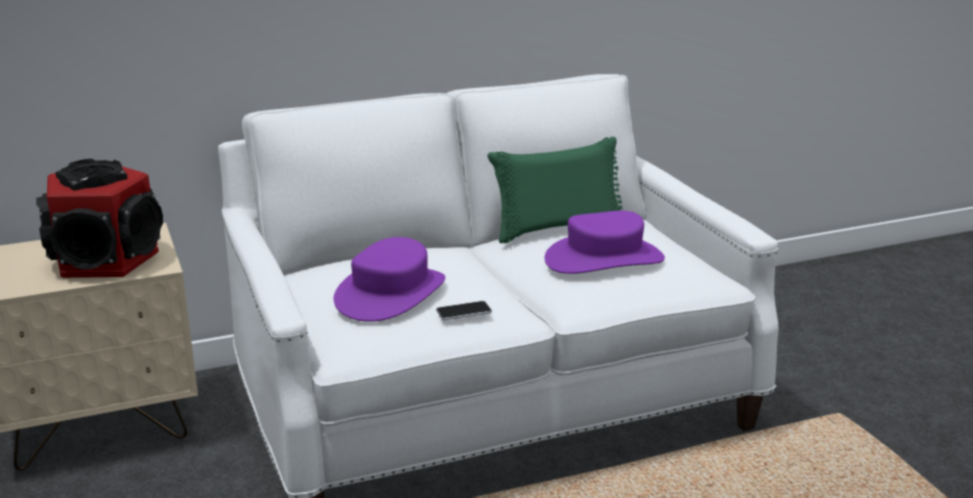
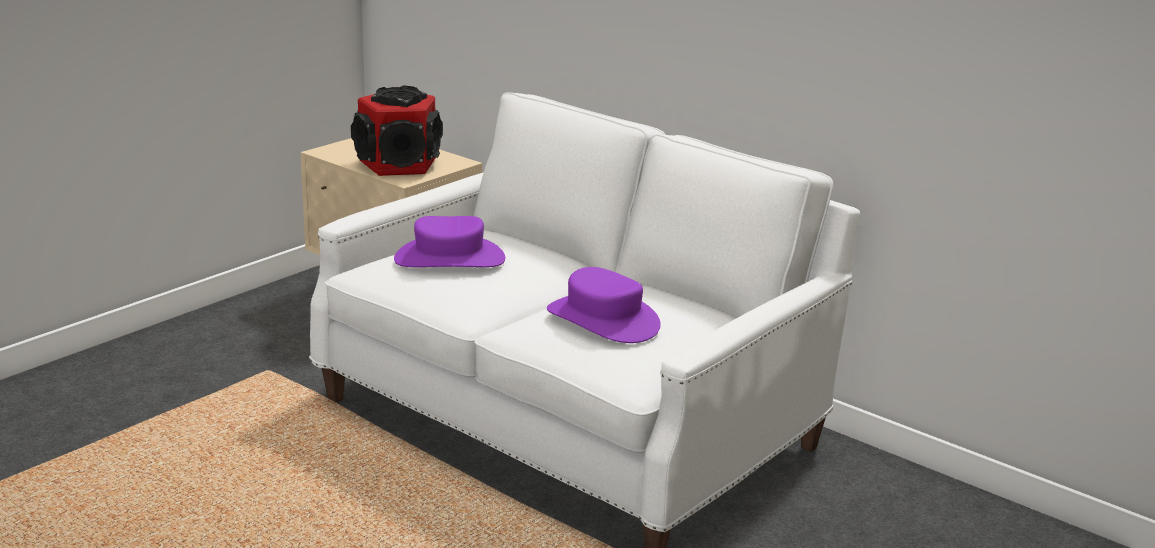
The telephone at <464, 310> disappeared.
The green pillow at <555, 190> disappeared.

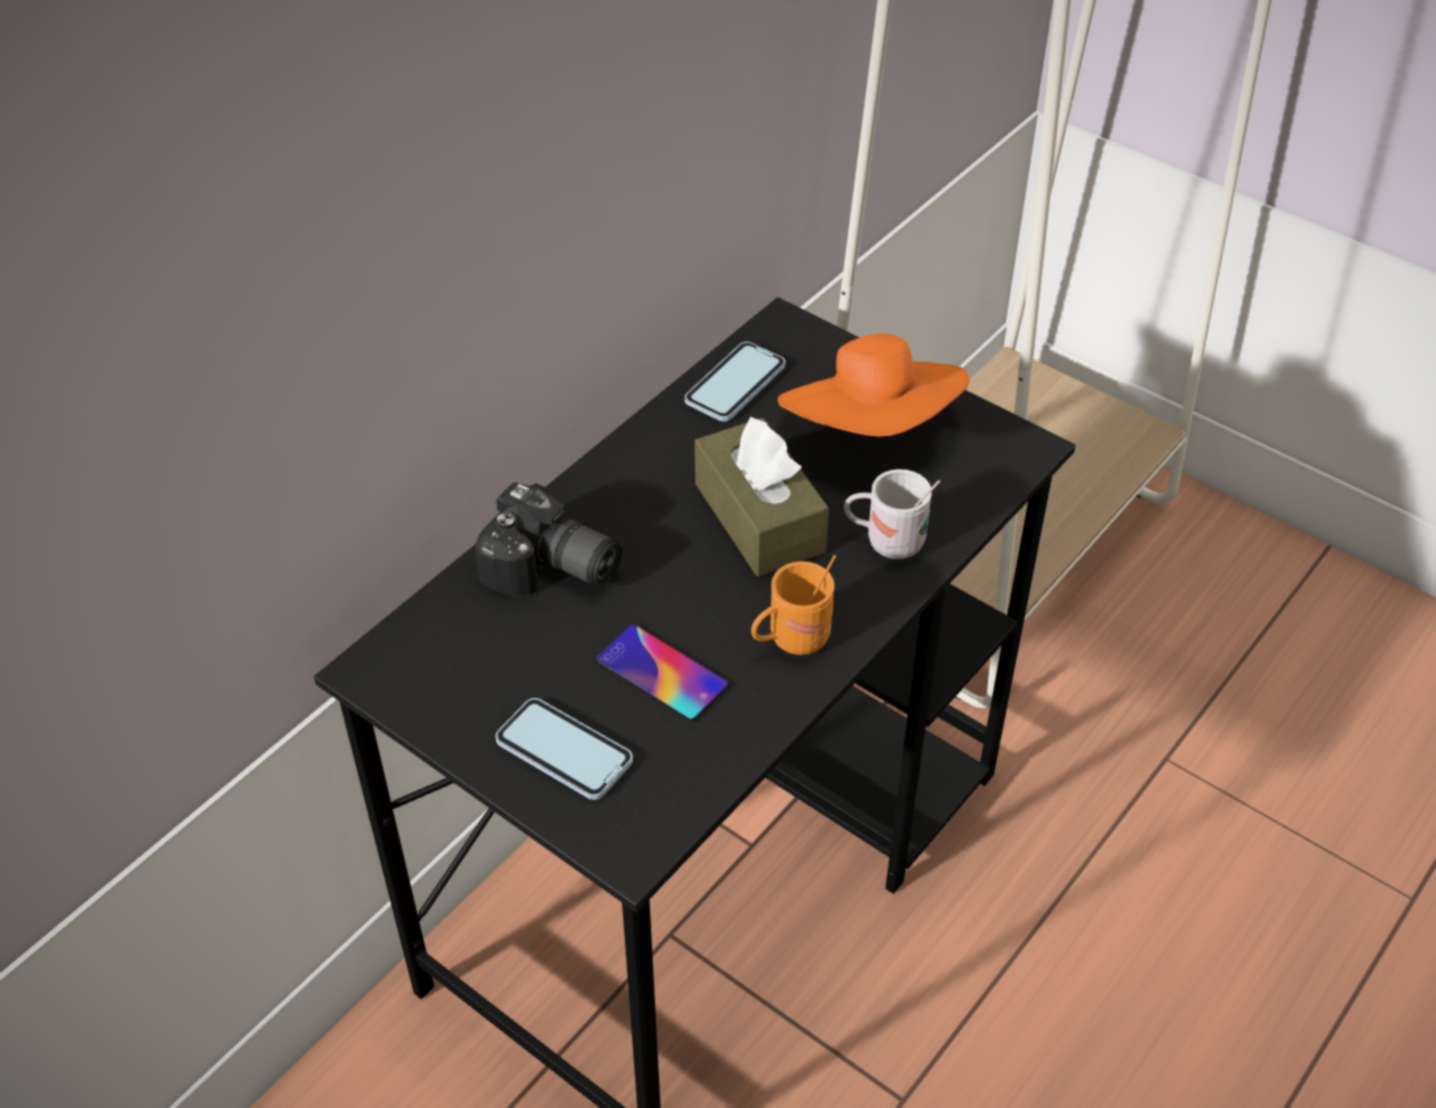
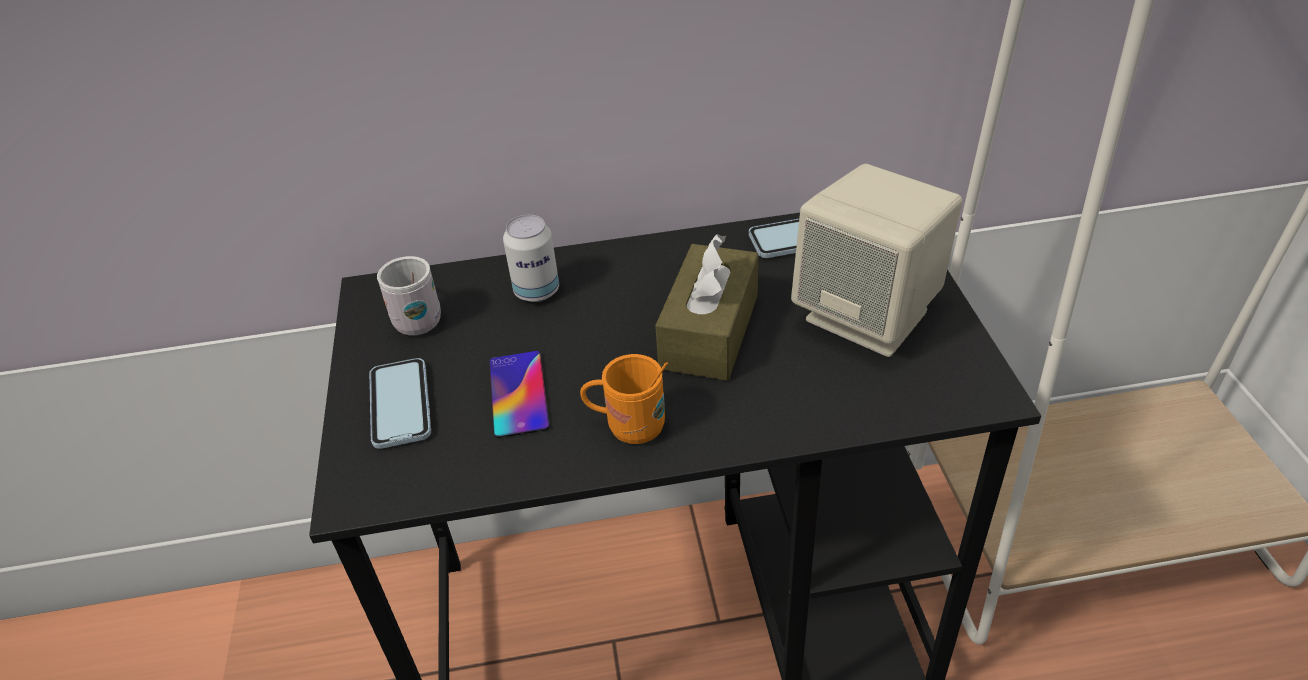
The photo camera at <548, 539> was replaced by the metal can at <531, 258>.
The orangey hat at <873, 384> was replaced by the beige-coloured audio speaker at <876, 260>.
The white tea mug moved from <892, 514> to <409, 295>.

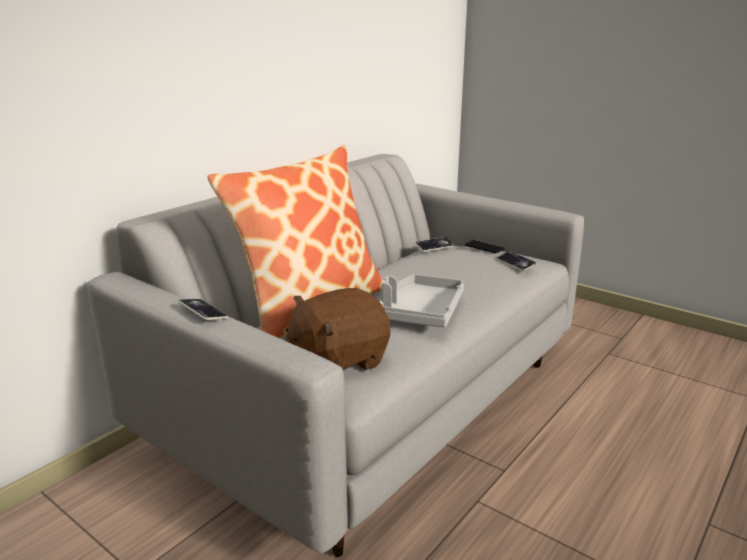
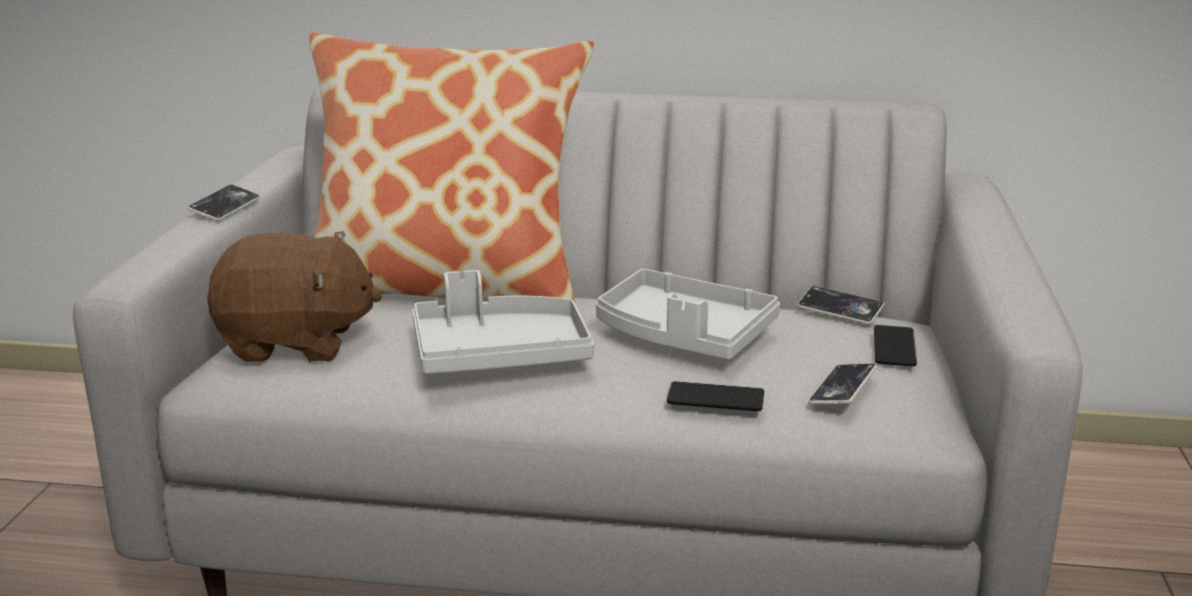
The brown plush toy at <338, 329> turned 150 degrees clockwise.
The gray tray at <688, 314> appeared.
The telephone at <715, 396> appeared.

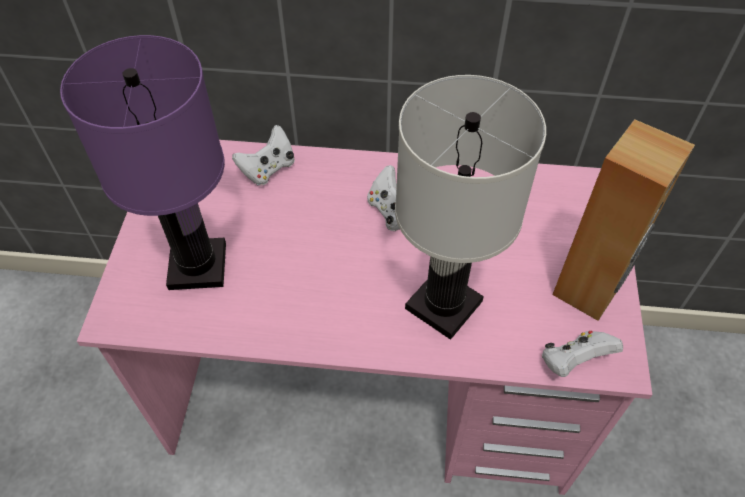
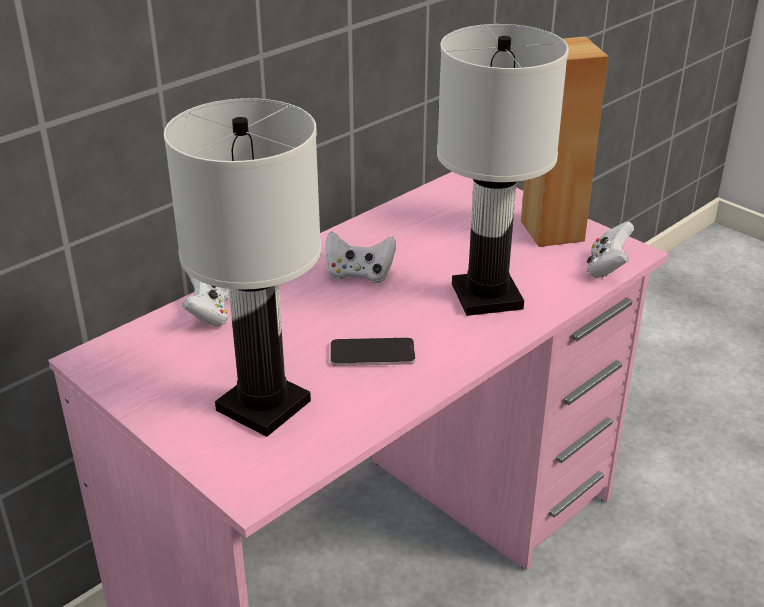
The purple lamp for a table at <143, 162> became the white lamp for a table at <242, 267>.
The telephone at <373, 351> appeared.

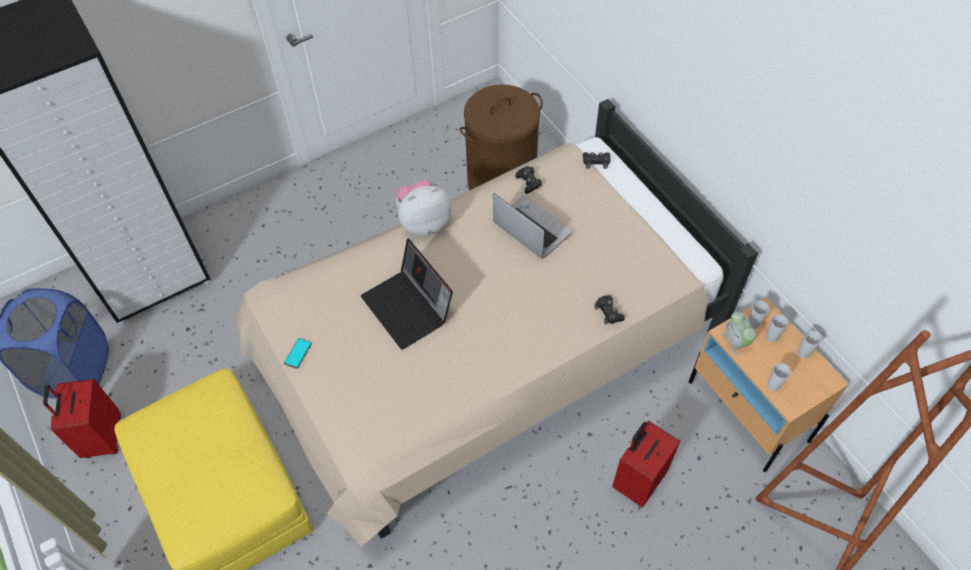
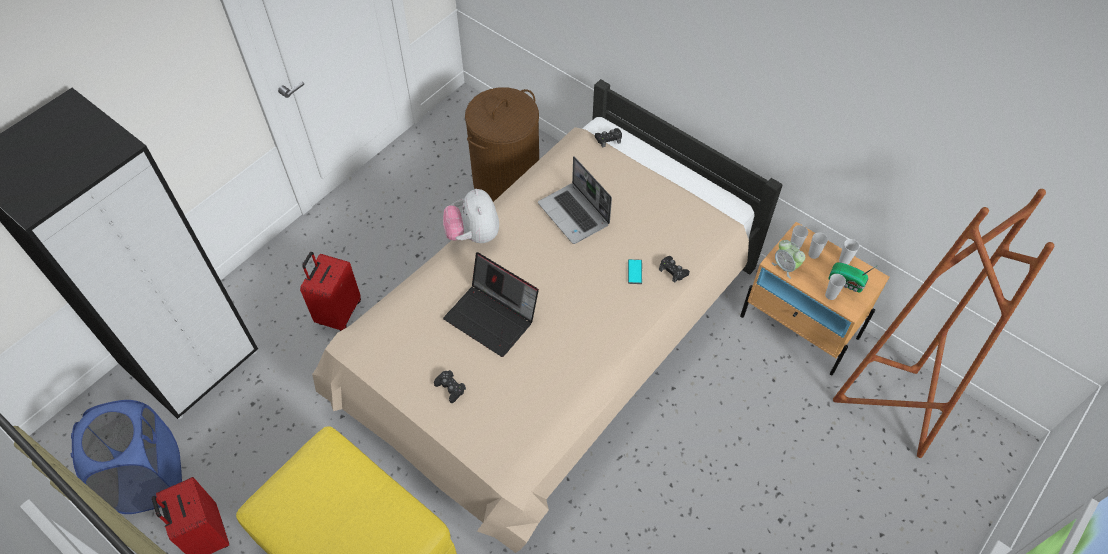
The telephone moved from <298, 353> to <635, 271>.
The plush toy at <423, 207> turned 60 degrees counterclockwise.
The laptop at <533, 225> turned 150 degrees counterclockwise.
The black gamepad moved from <529, 180> to <450, 386>.
The reddish travel case moved from <646, 464> to <330, 291>.
The radio receiver at <853, 277> appeared.

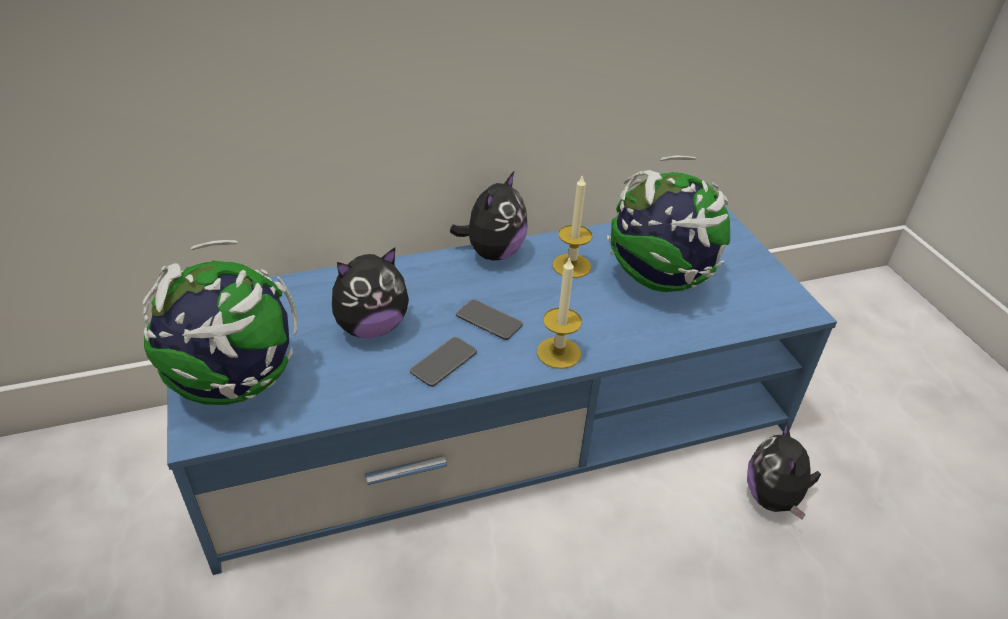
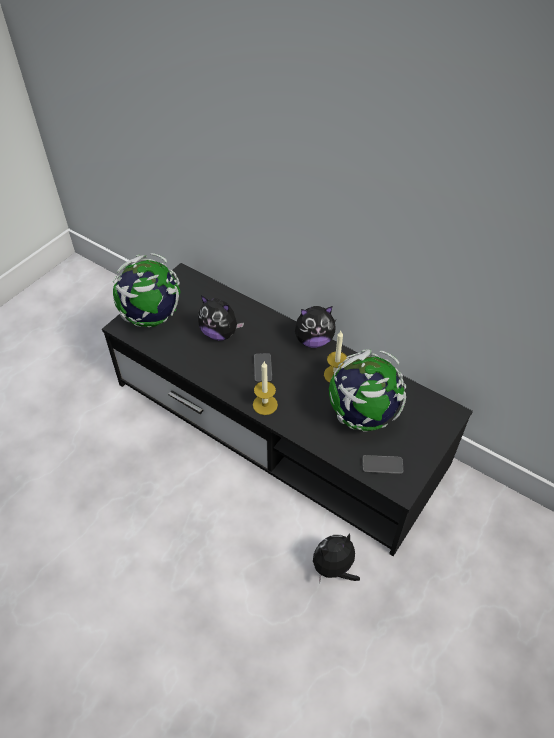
The bluish tv unit at <502, 390> became the black tv unit at <287, 409>.
The telephone moved from <443, 361> to <383, 464>.

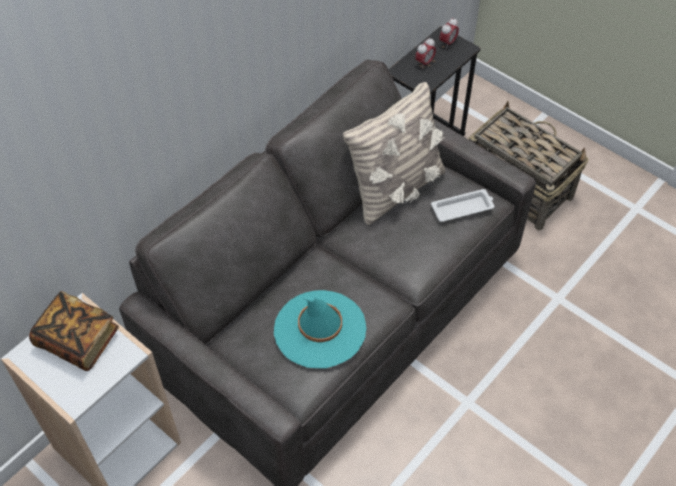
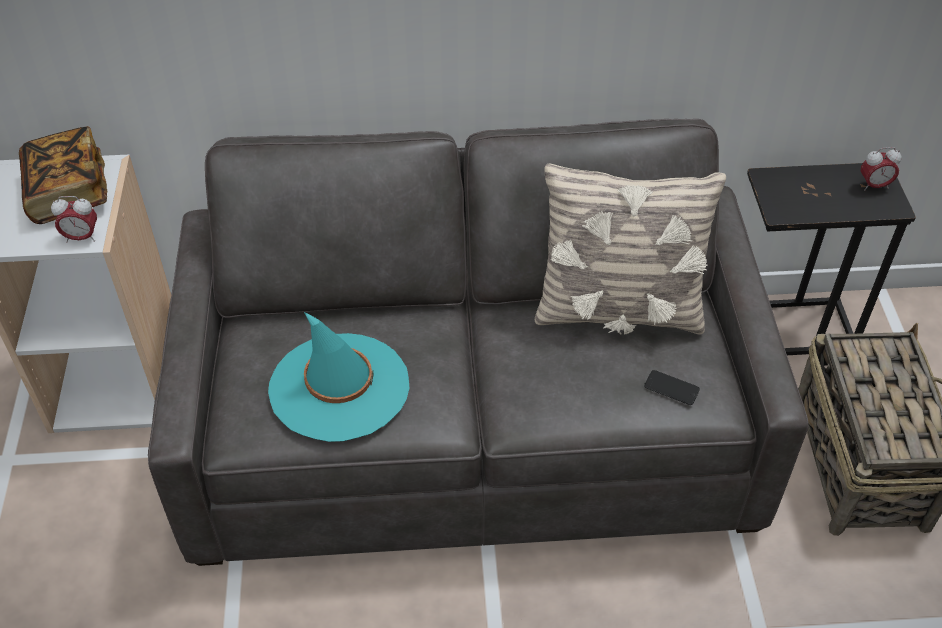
The bedside clock moved from <425, 53> to <74, 219>.
The white tray at <462, 205> was replaced by the telephone at <672, 387>.

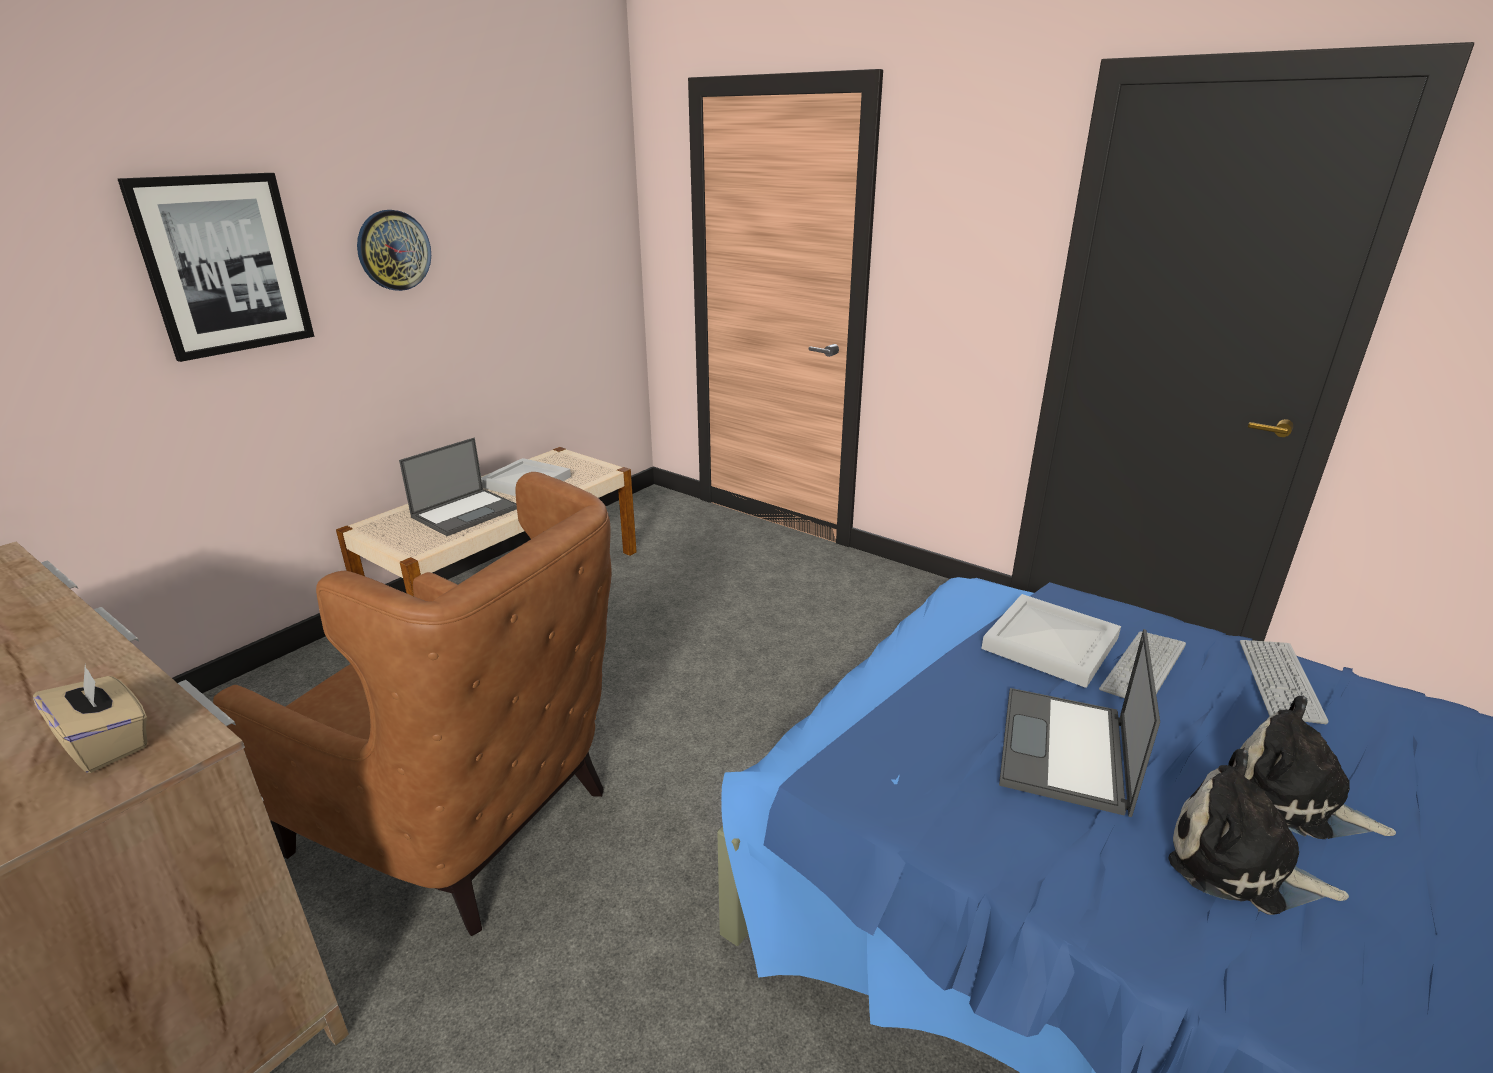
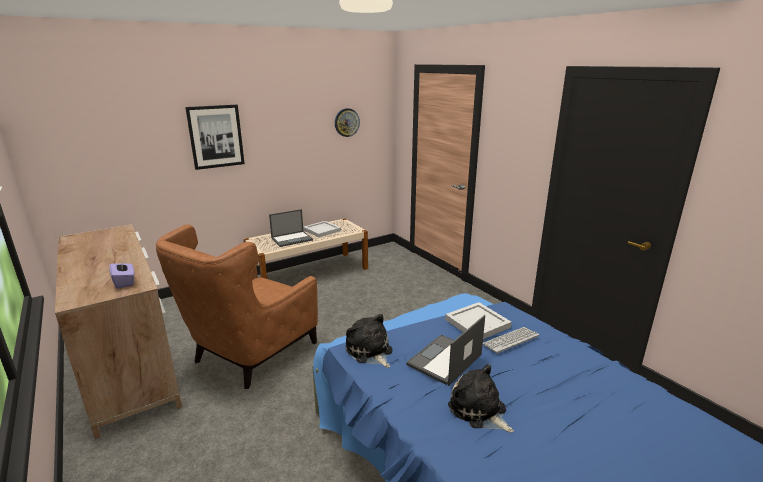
The beige-coloured tissue holder at <90, 719> became the purple tissue holder at <122, 275>.
The brown easy chair at <412, 704> turned 75 degrees clockwise.
The wall clock moved from <394, 250> to <347, 122>.
The PC keyboard at <1284, 682> disappeared.
The plush toy moved from <1318, 767> to <369, 341>.

